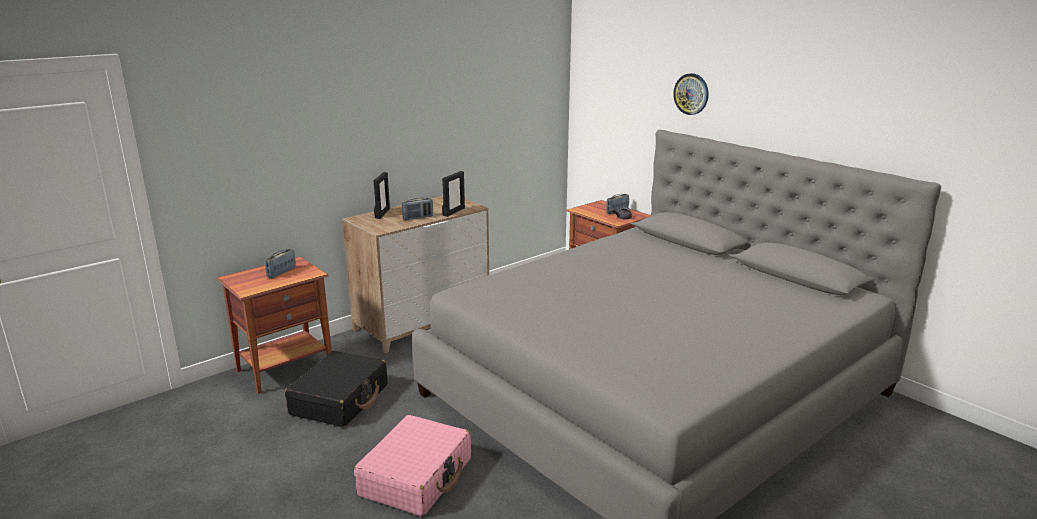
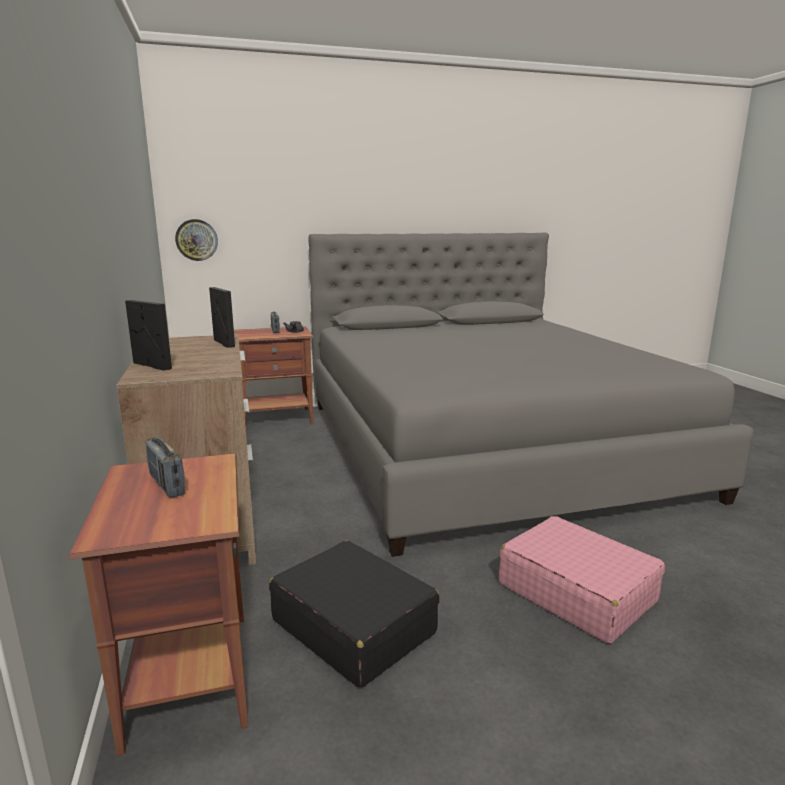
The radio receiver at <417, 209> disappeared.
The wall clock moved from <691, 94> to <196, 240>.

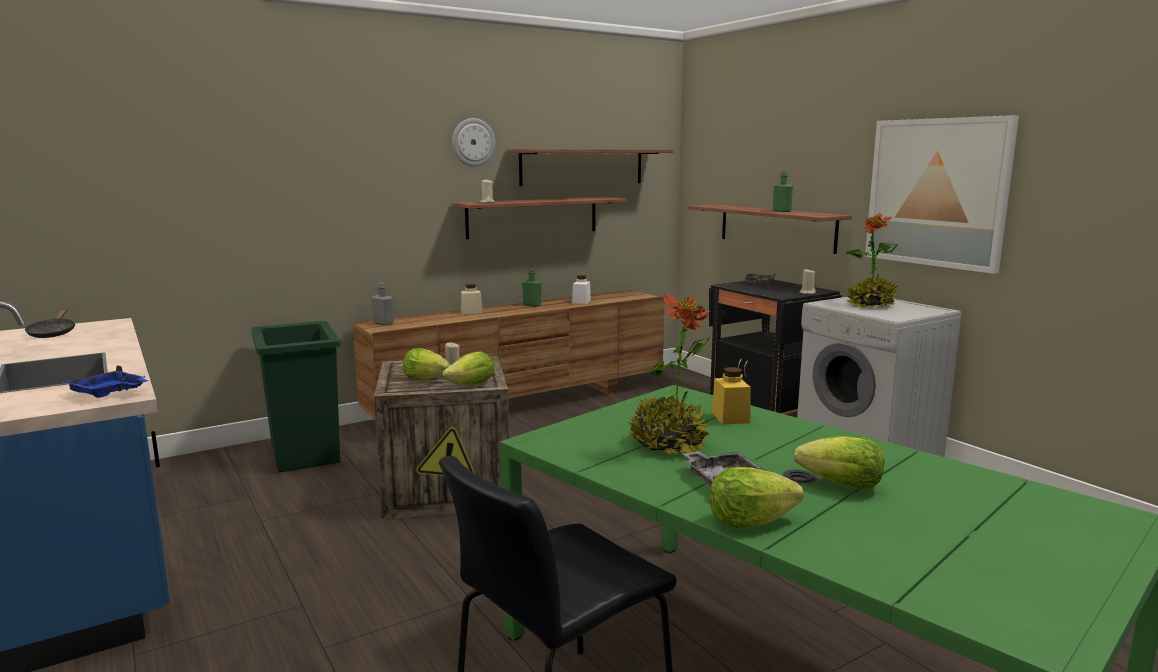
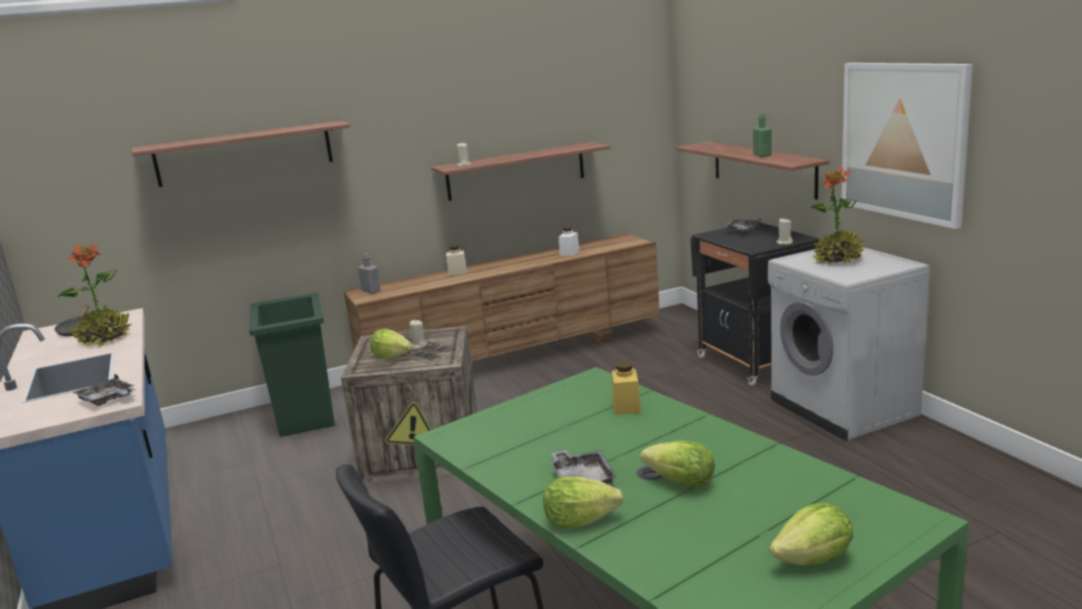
The bluish tray at <106, 382> became the gray tray at <105, 390>.
The lettuce moved from <468, 368> to <811, 534>.
The wall clock at <473, 142> disappeared.
The shelf moved from <590, 167> to <241, 154>.
The green drink bottle at <532, 287> disappeared.
The plant in a pot moved from <669, 373> to <94, 295>.

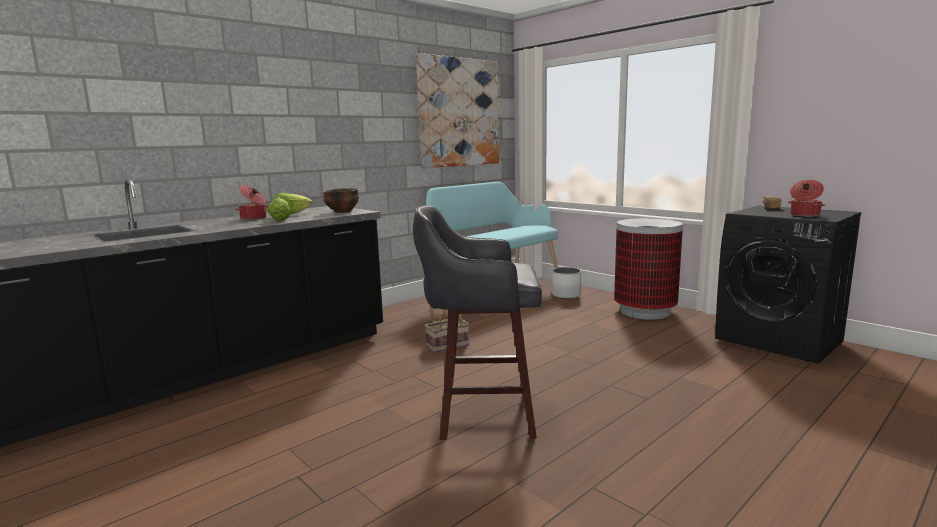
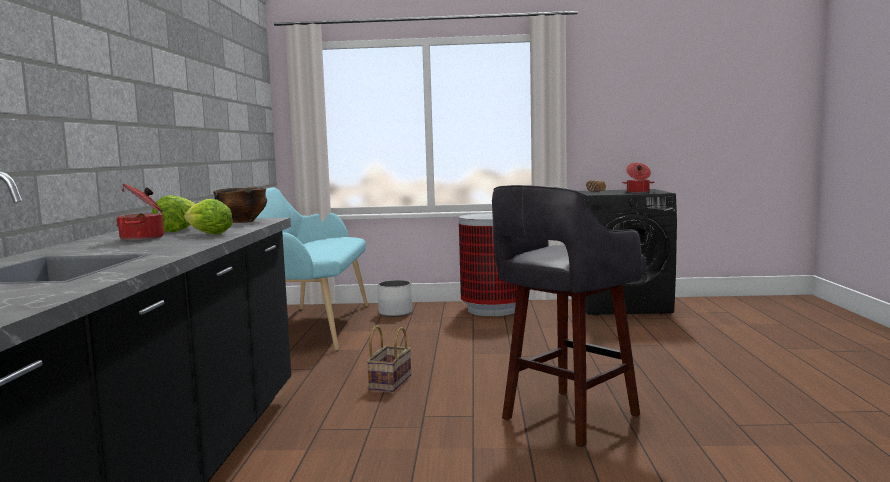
The picture at <457, 110> disappeared.

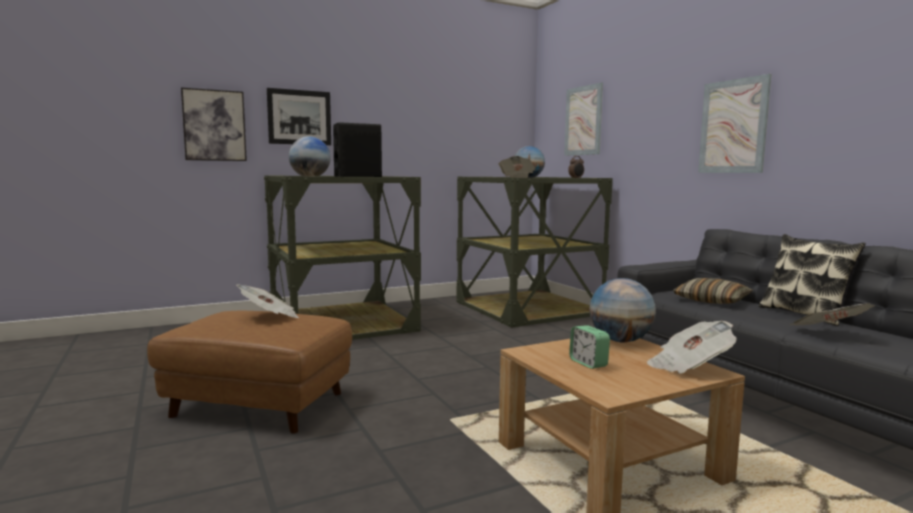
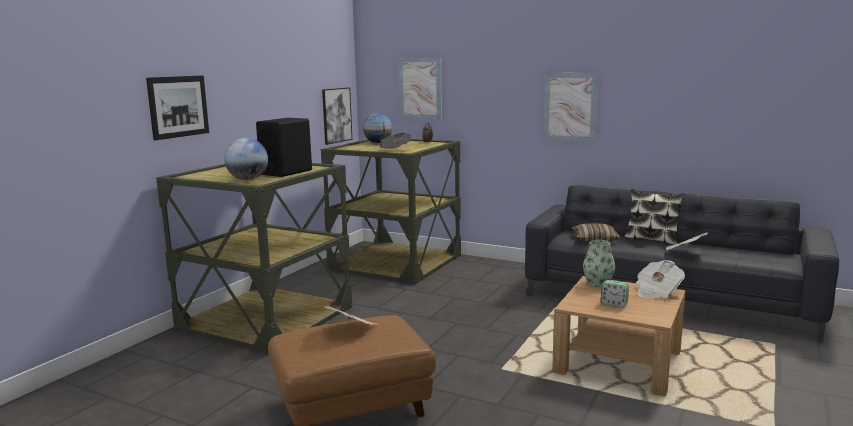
The picture moved from <214, 124> to <337, 116>.
The globe at <622, 310> was replaced by the flower vase at <599, 263>.

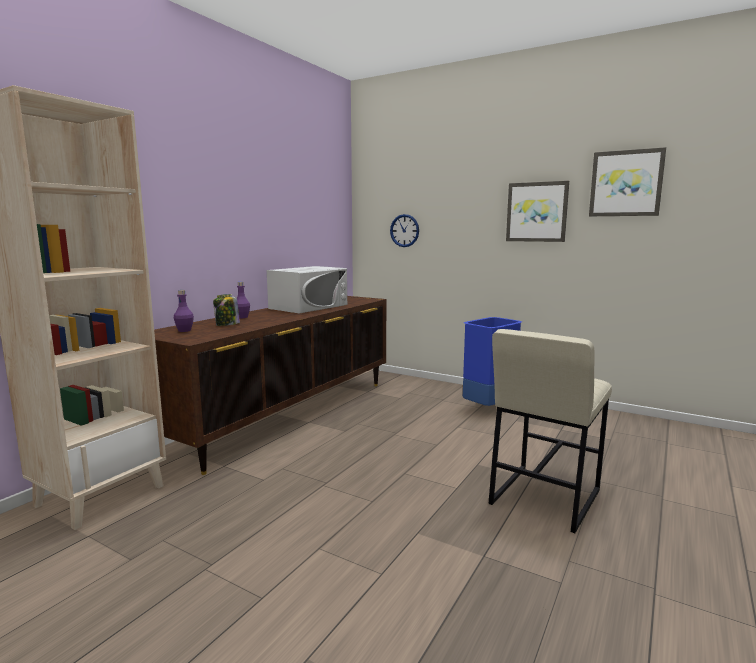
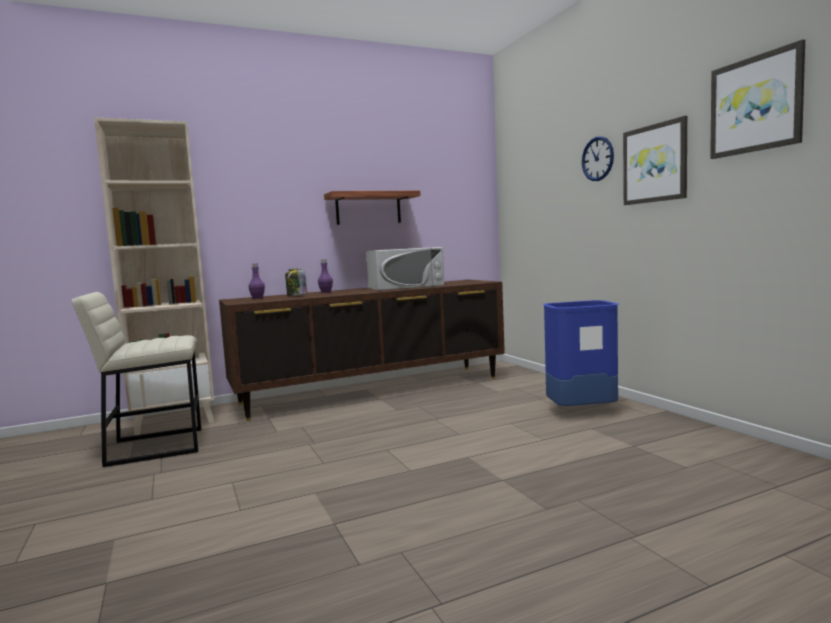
The wall clock moved from <404, 230> to <598, 158>.
The beige-coloured upright chair moved from <550, 431> to <136, 379>.
The shelf at <372, 208> appeared.

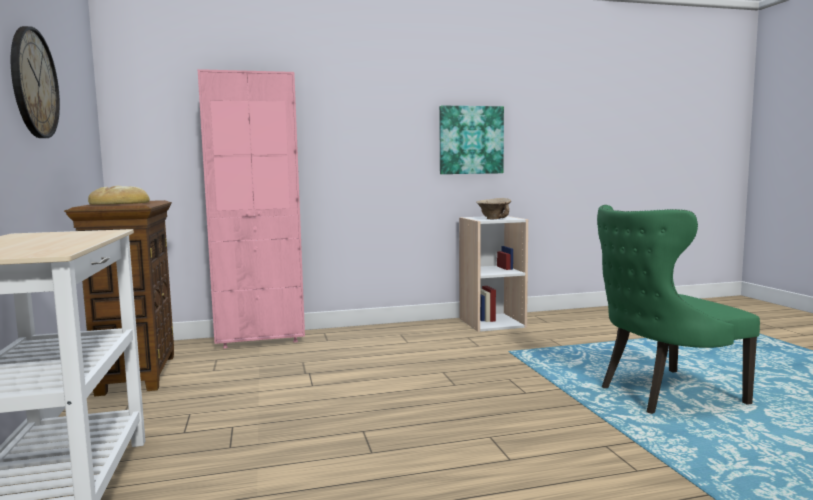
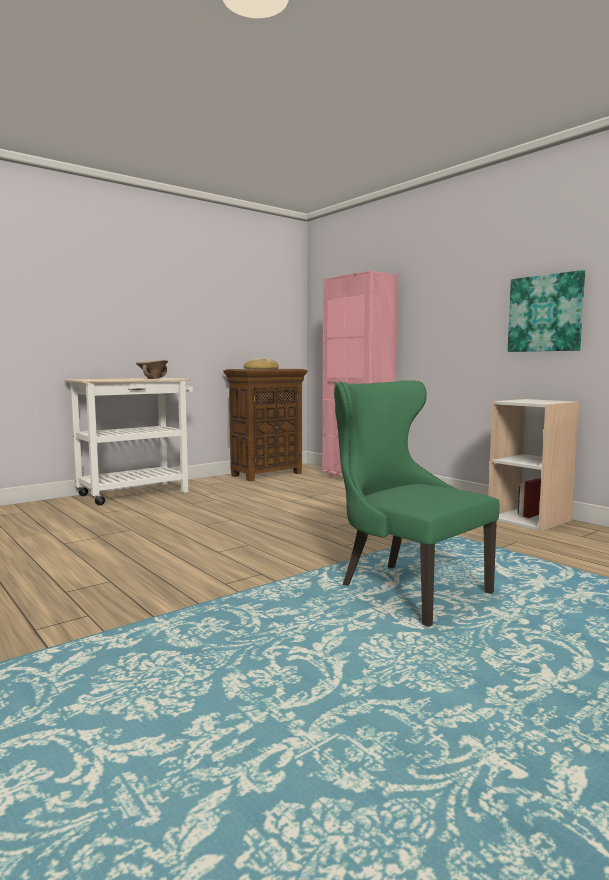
The wall clock at <35, 82> disappeared.
The beige-coloured bowl moved from <493, 208> to <152, 369>.

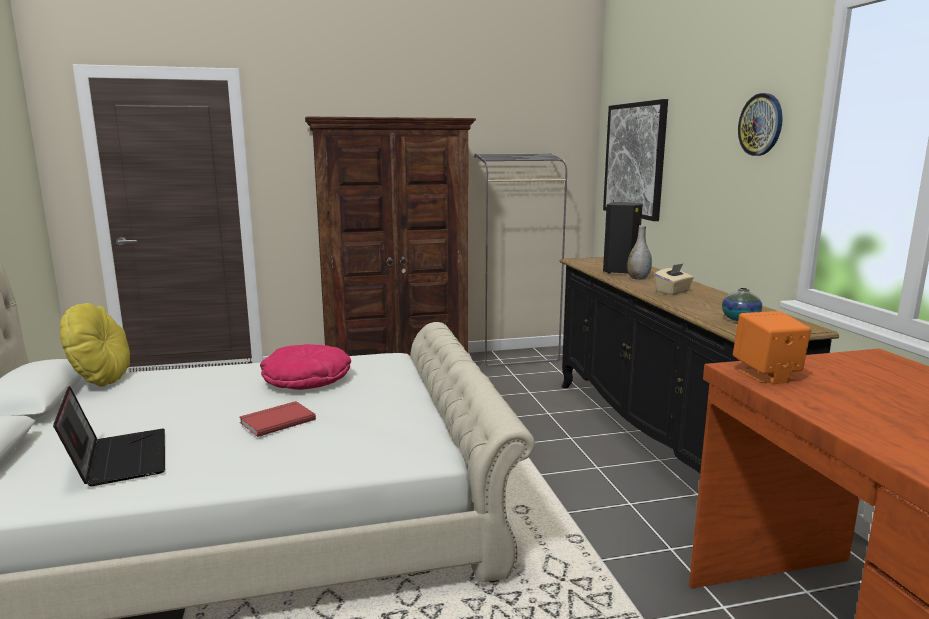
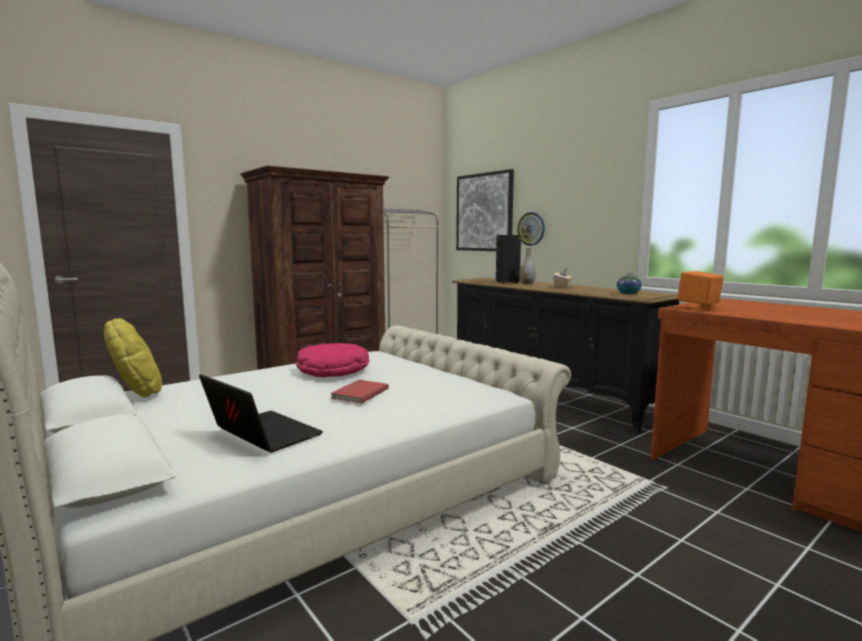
The wall clock moved from <760, 124> to <531, 229>.

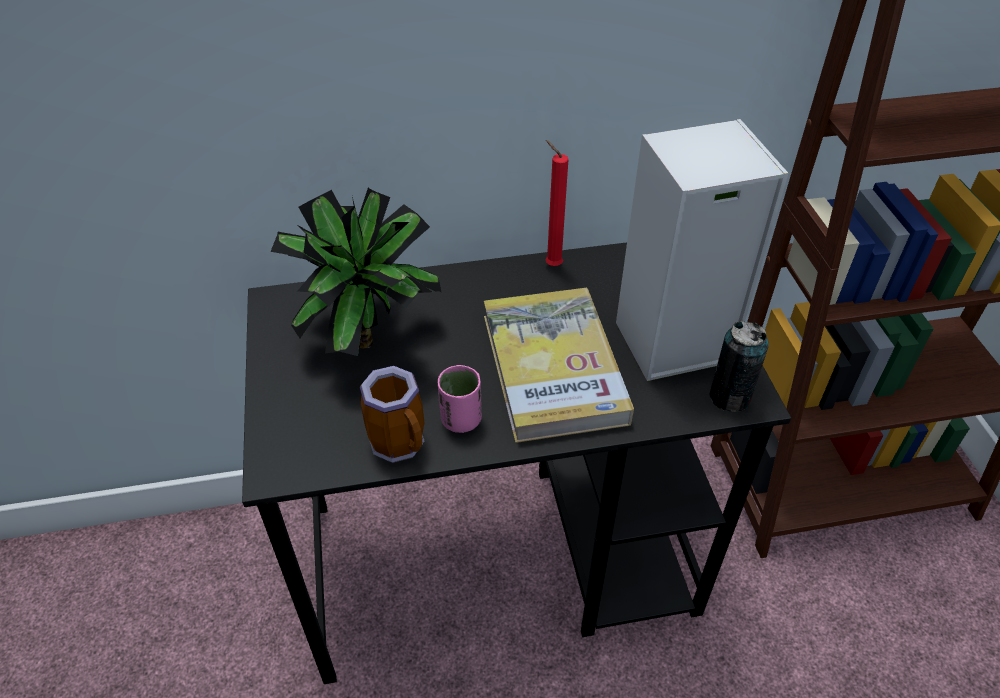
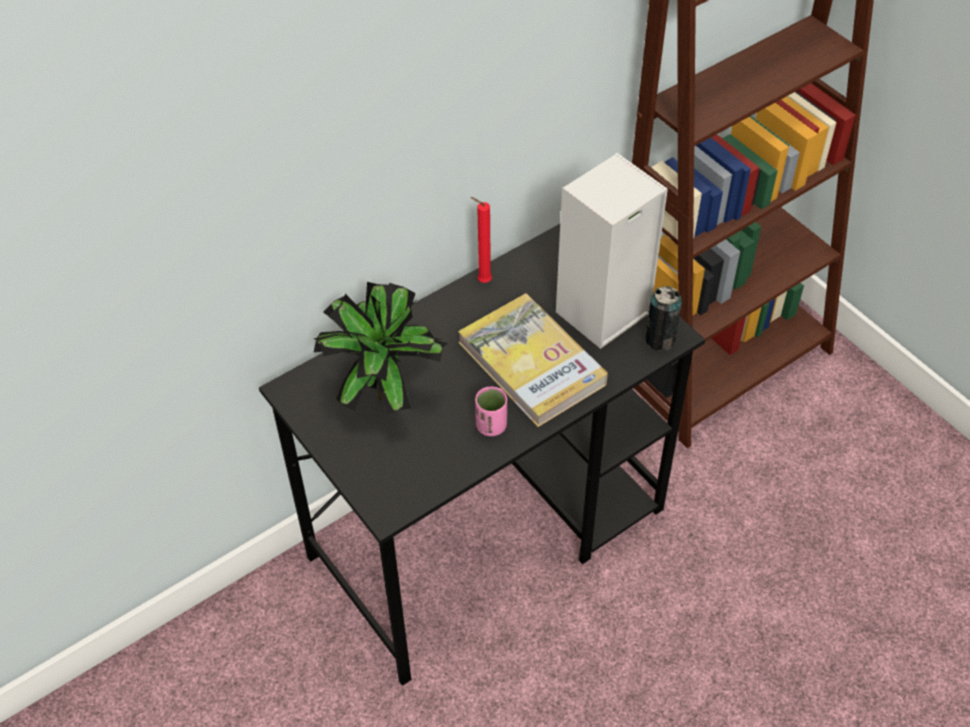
The tea mug at <392, 414> disappeared.

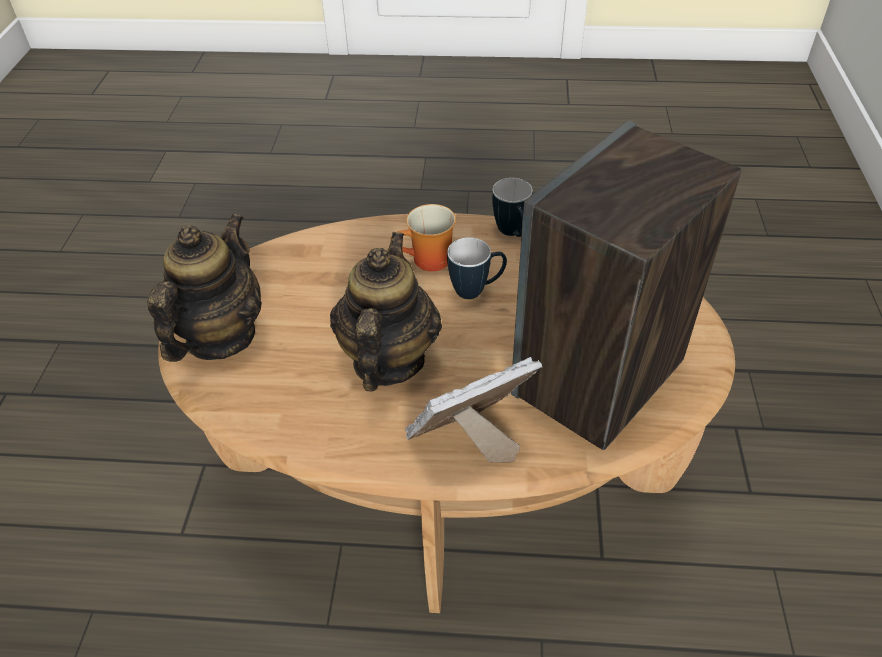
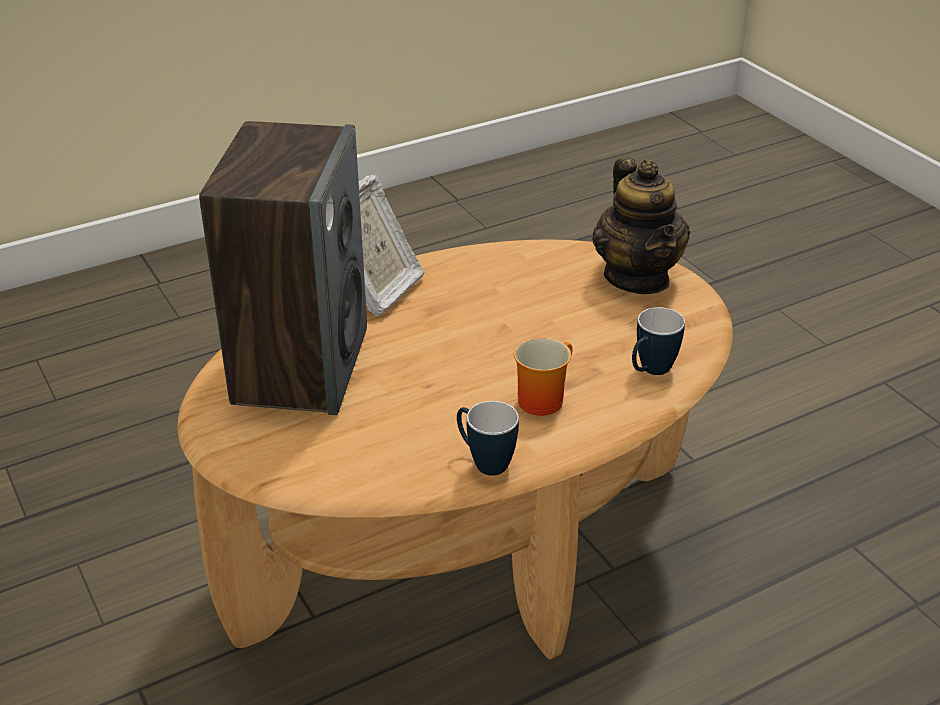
The tea pot at <386, 312> disappeared.
The tea mug moved from <477, 268> to <658, 341>.

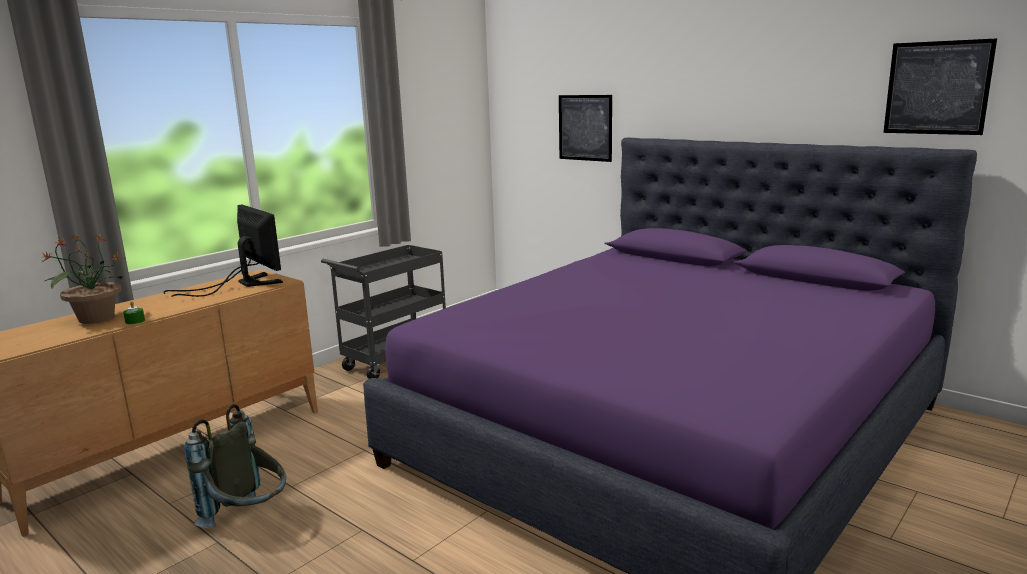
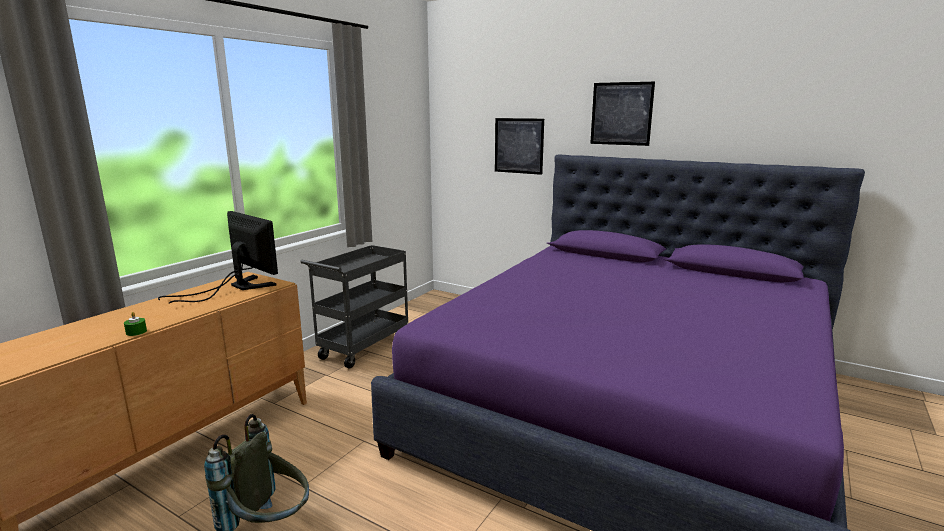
The plant in a pot at <83, 279> disappeared.
The picture moved from <940, 86> to <622, 114>.

